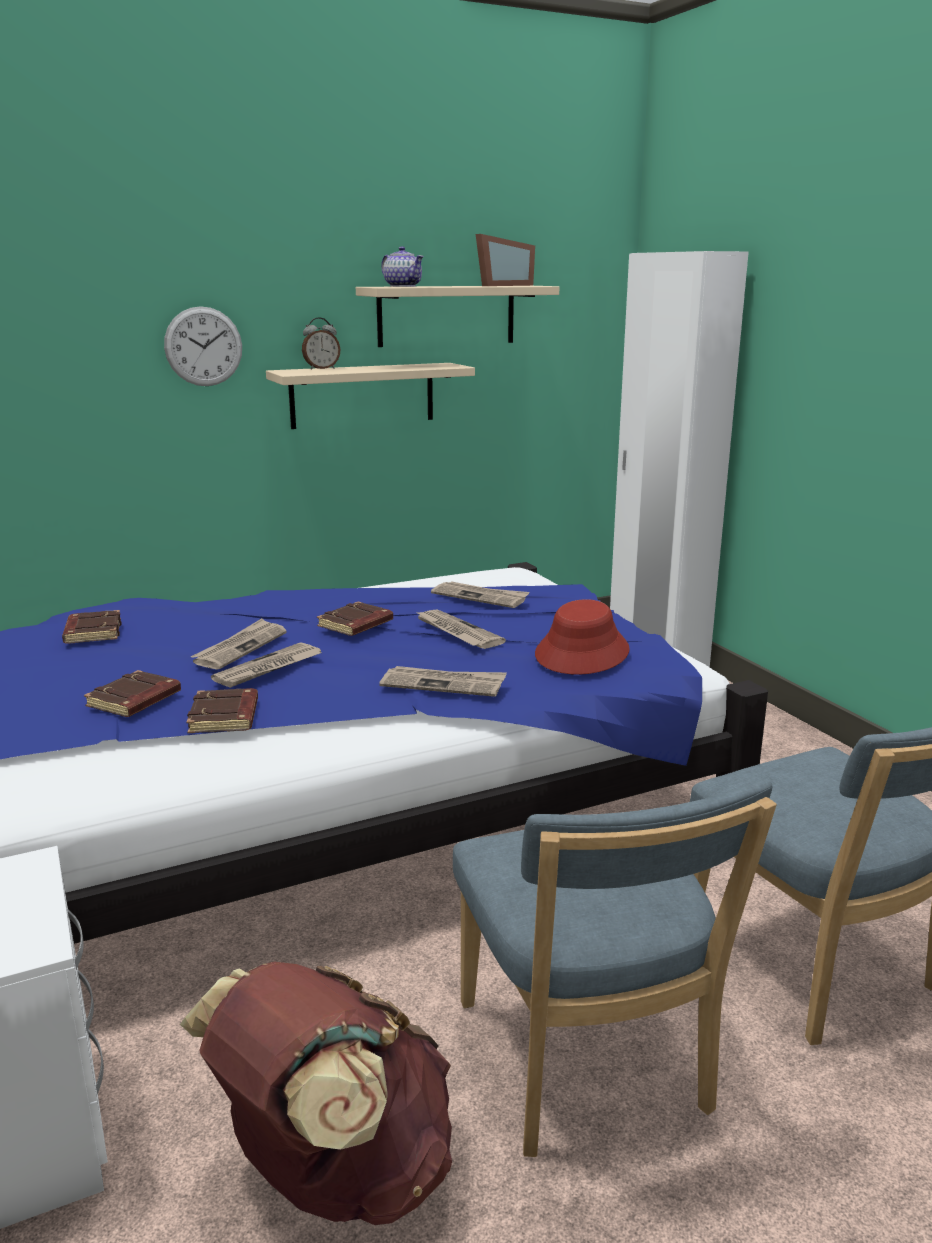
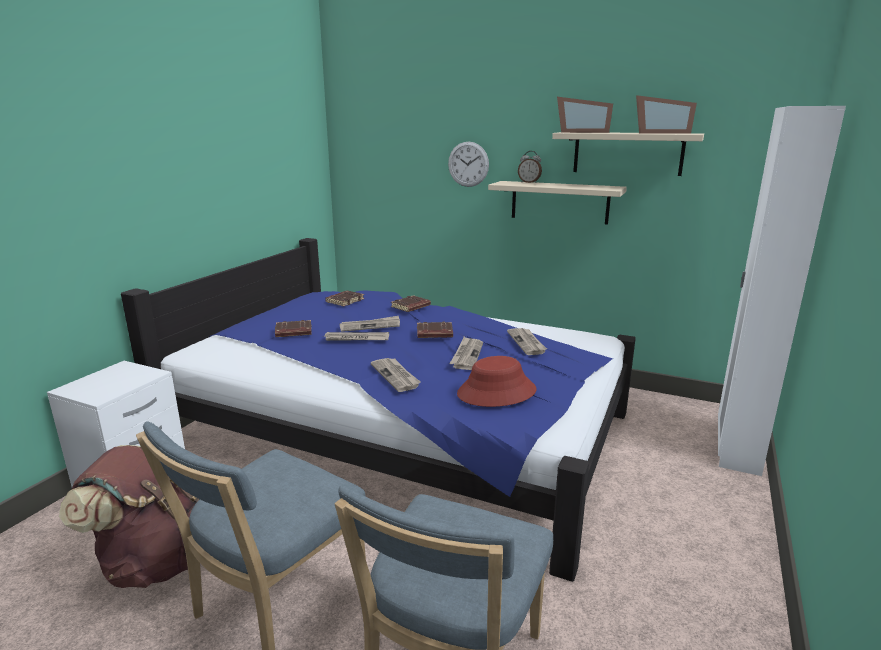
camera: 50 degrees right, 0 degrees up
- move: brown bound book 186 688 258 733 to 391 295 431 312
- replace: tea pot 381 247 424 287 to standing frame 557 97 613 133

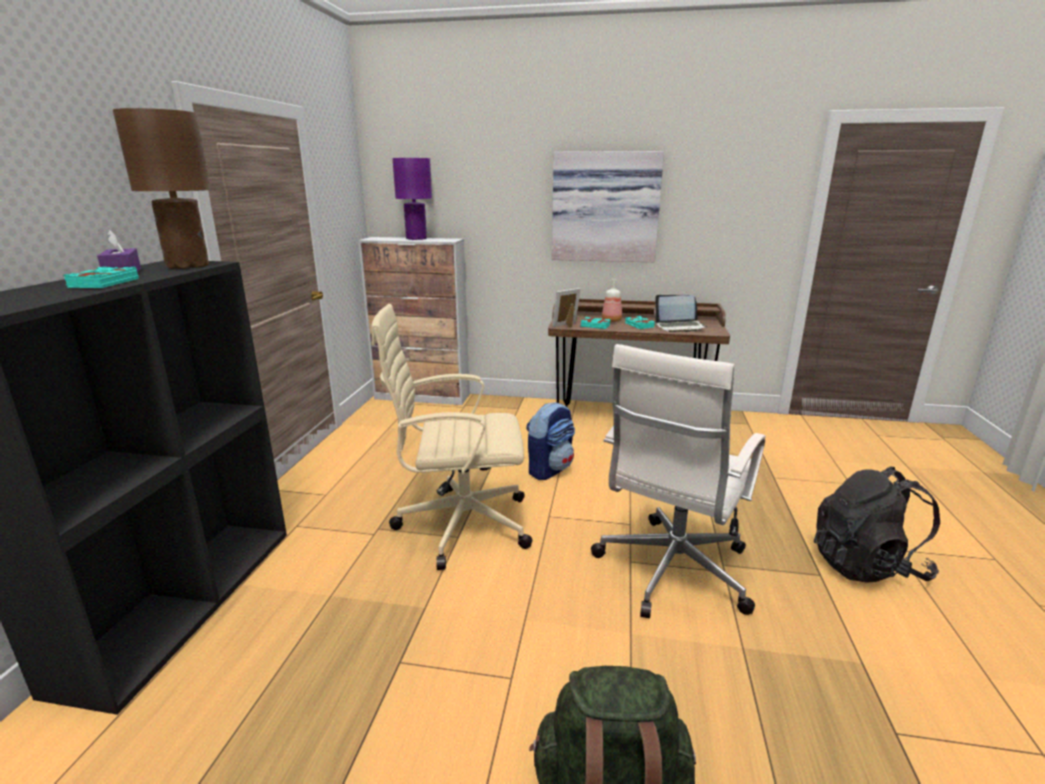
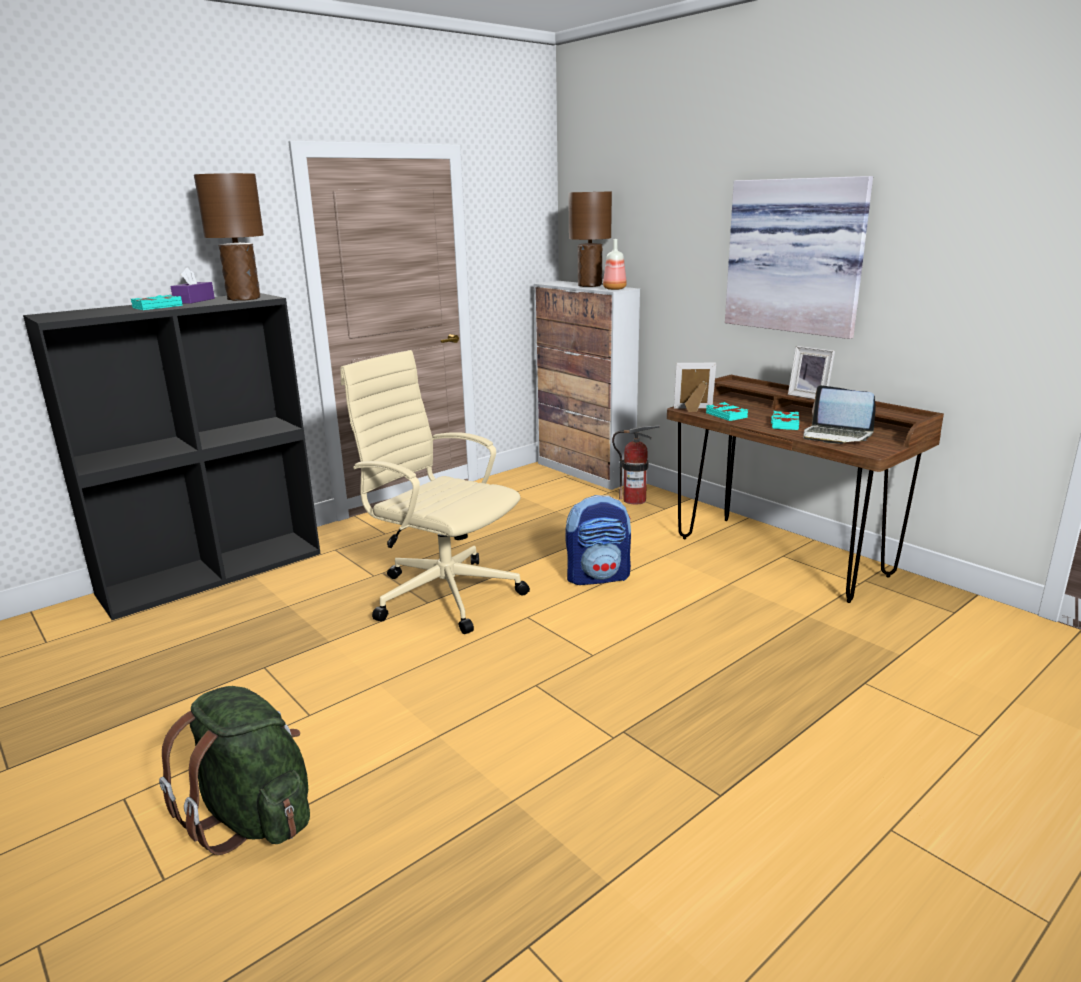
camera: 40 degrees right, 0 degrees up
- recolor: purple-coloured lamp for a table 392 158 432 240 to brown lamp for a table 568 191 612 287
- move: drink bottle 602 279 622 322 to 603 239 627 290
- insert: fire extinguisher 612 425 660 504
- insert: standing frame 788 346 835 399
- delete: white computer chair 591 344 766 618
- delete: blackish backpack 814 467 940 583

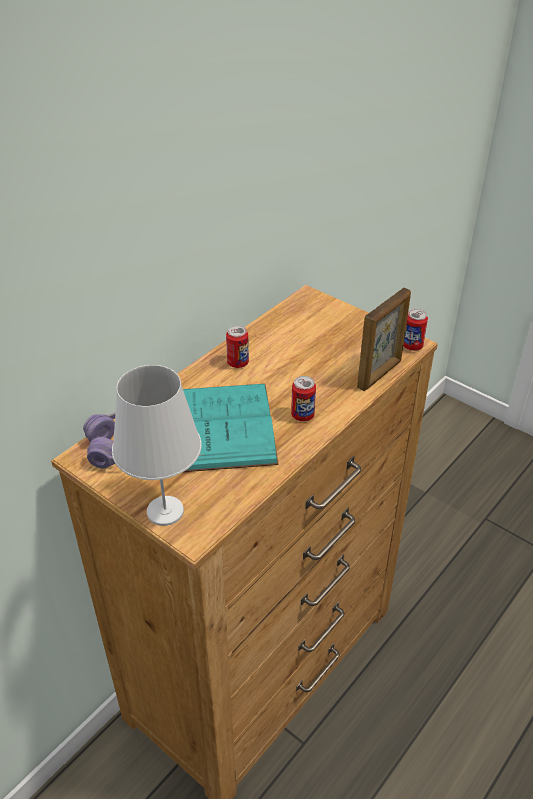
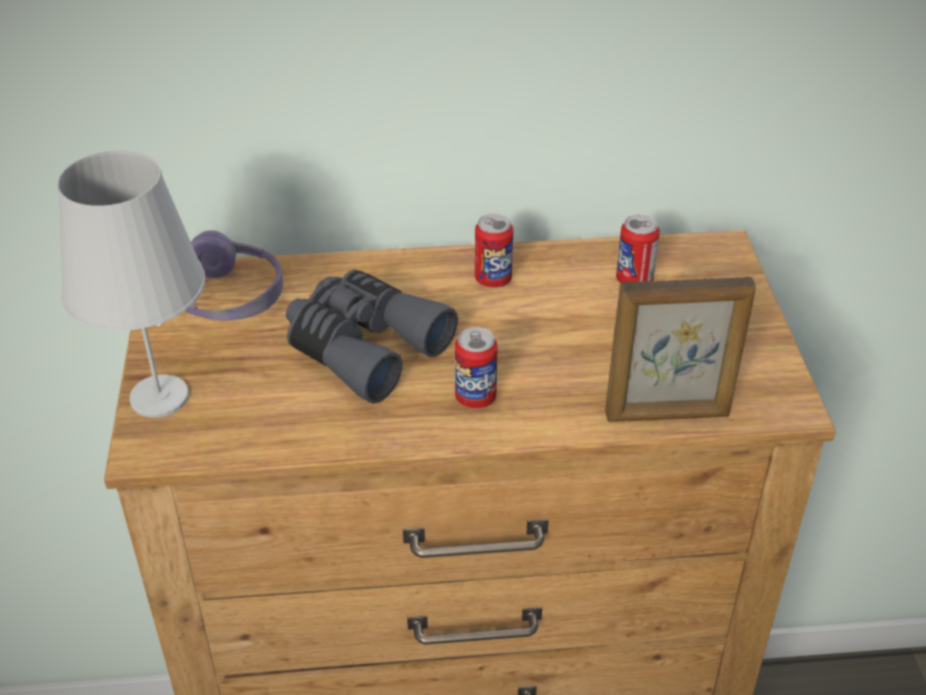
camera: 45 degrees right, 0 degrees up
- replace: turquoise-coloured bound book 183 384 279 472 to greyish pair of binoculars 286 269 458 404
- move: metal can 403 309 428 351 to 616 214 660 283

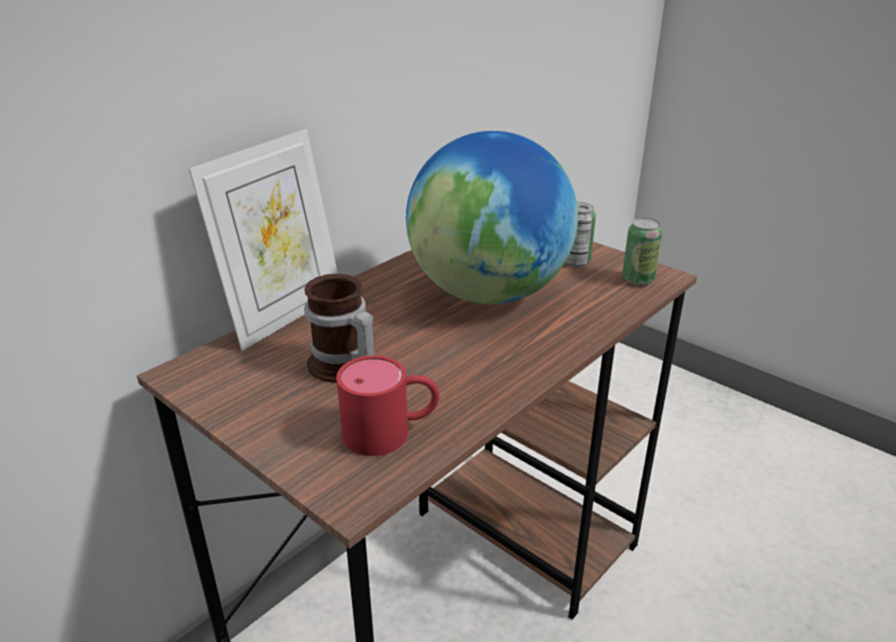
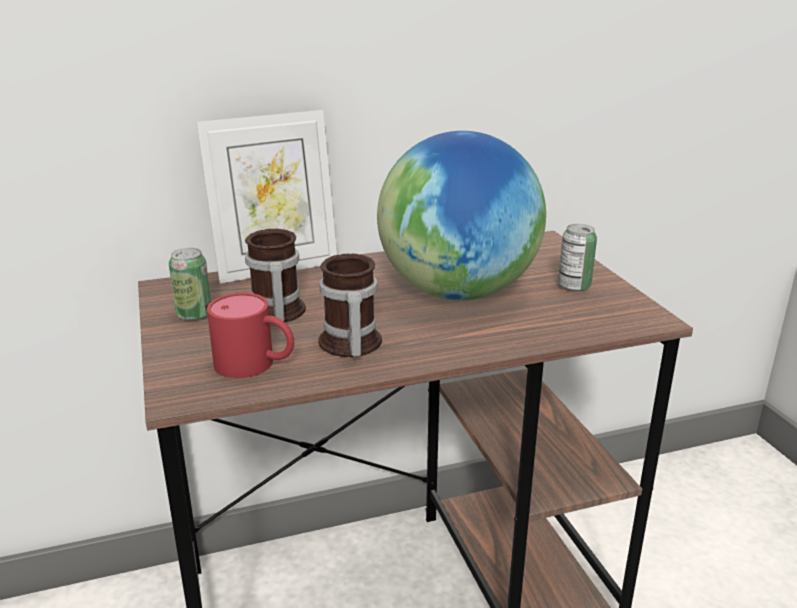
camera: 30 degrees right, 5 degrees down
- move: metal can 622 218 662 285 to 169 248 211 321
- insert: mug 318 254 382 357

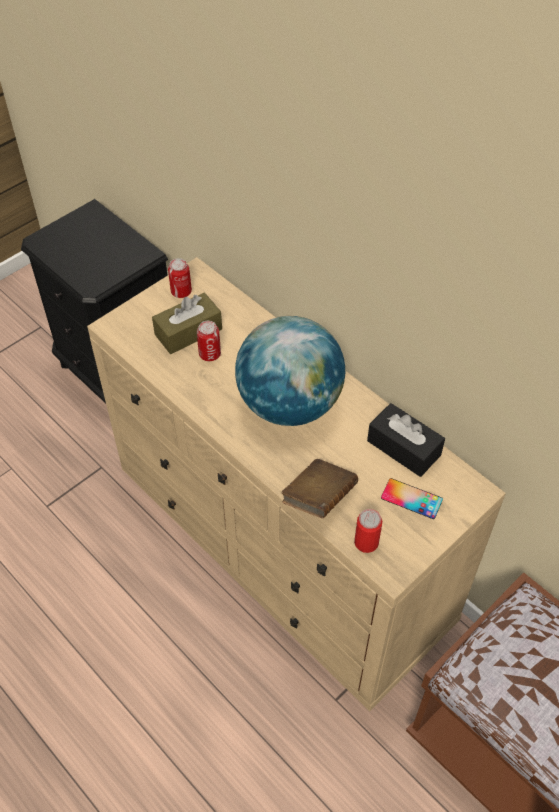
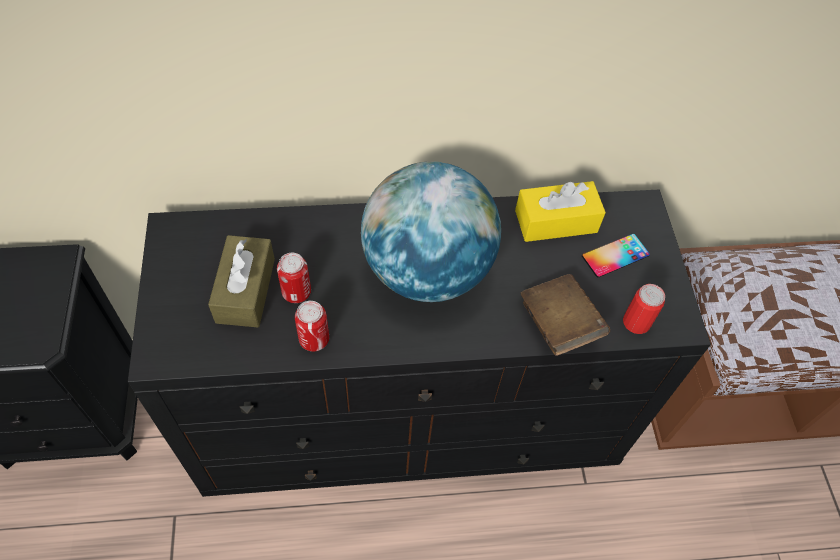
camera: 55 degrees left, 5 degrees up
- recolor: beige-coloured chest of drawers 87 257 506 711 to blackish chest of drawers 128 190 711 497
- move: metal can 168 258 192 298 to 295 301 329 351
- recolor: blackish tissue box 367 403 445 477 to yellow-coloured tissue box 515 181 606 242

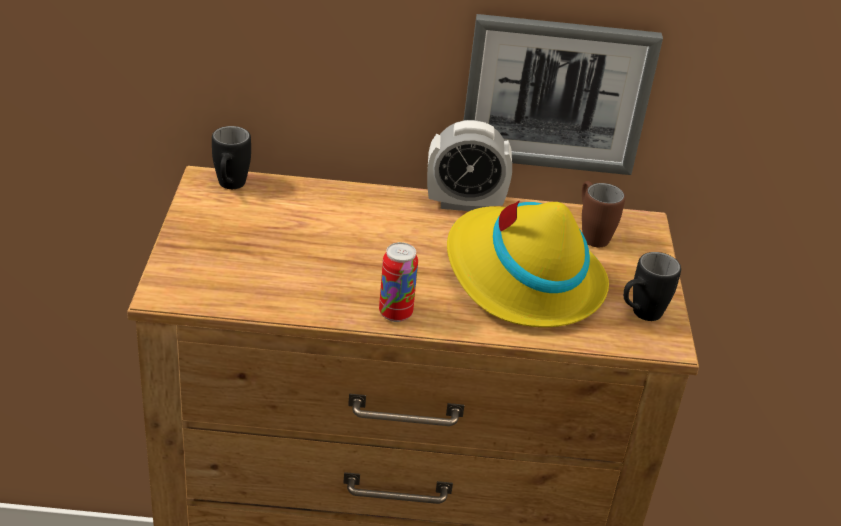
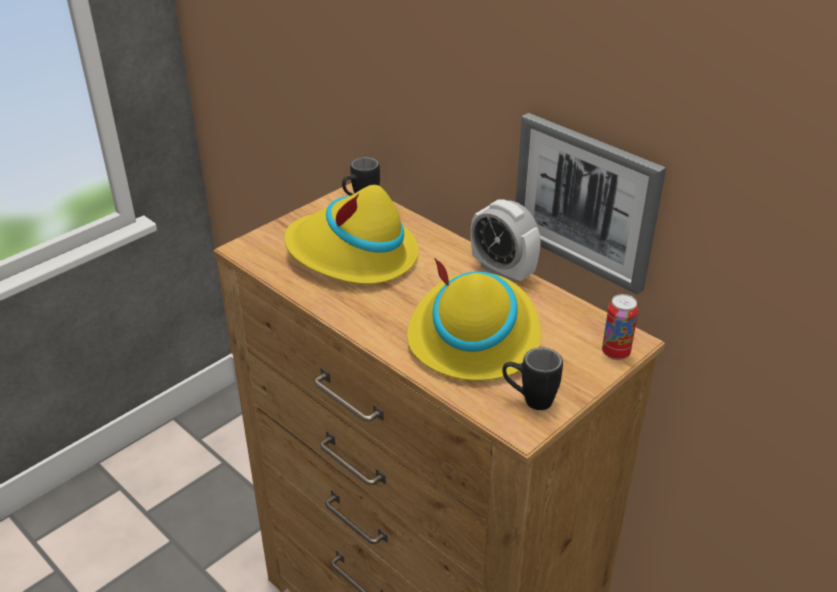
camera: 45 degrees right, 0 degrees up
- insert: yellow-coloured wearable hat 284 185 419 284
- move: metal can 379 242 418 322 to 602 294 638 360
- delete: brown mug 582 181 625 247

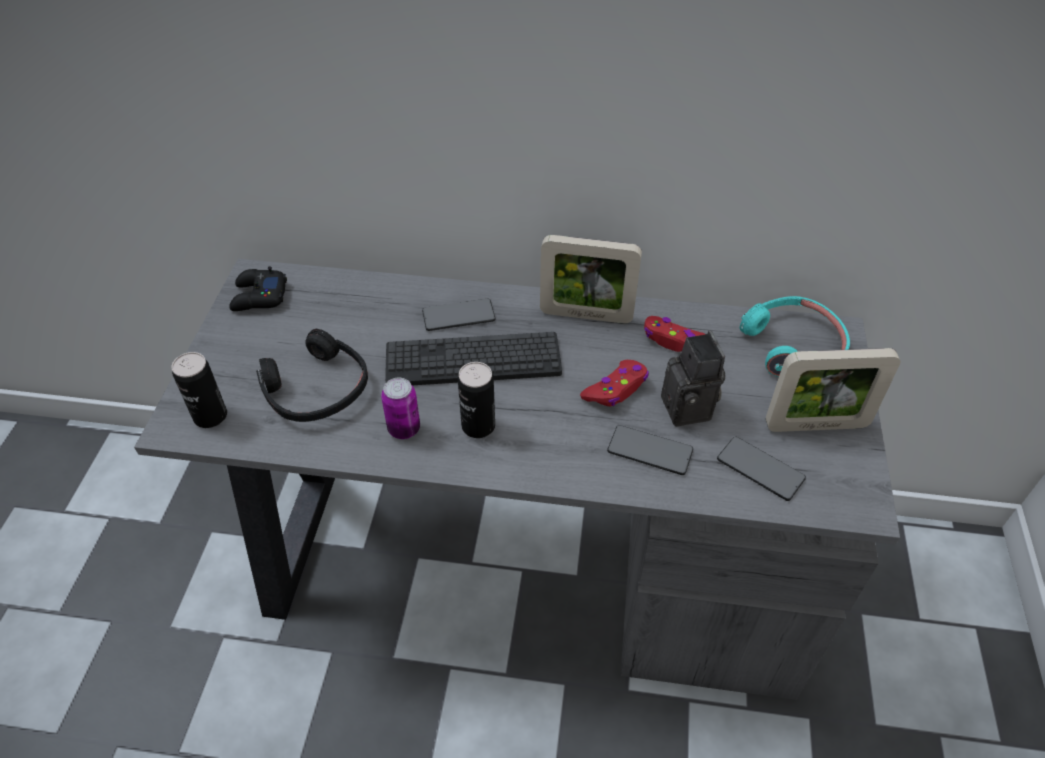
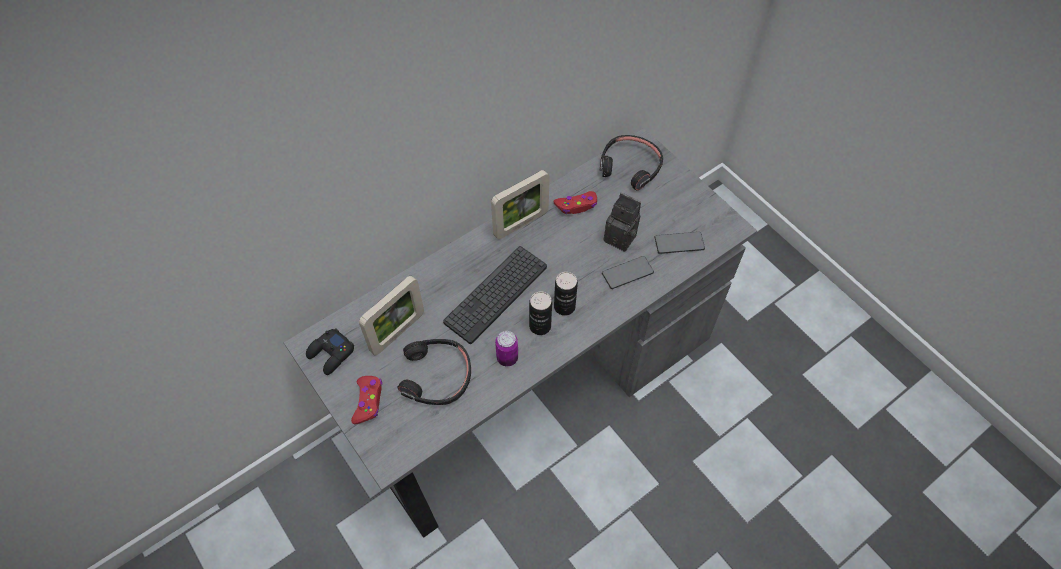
camera: 45 degrees left, 10 degrees up
- move: red joypad 580 360 649 406 to 351 376 382 424
- move: standing frame 766 348 900 432 to 359 276 424 355
- move: metal can 171 352 227 428 to 554 272 578 316
- recolor: turquoise-coloured pair of headphones 740 296 850 377 to blackish pair of headphones 600 135 663 191
- delete: phone 422 299 496 331

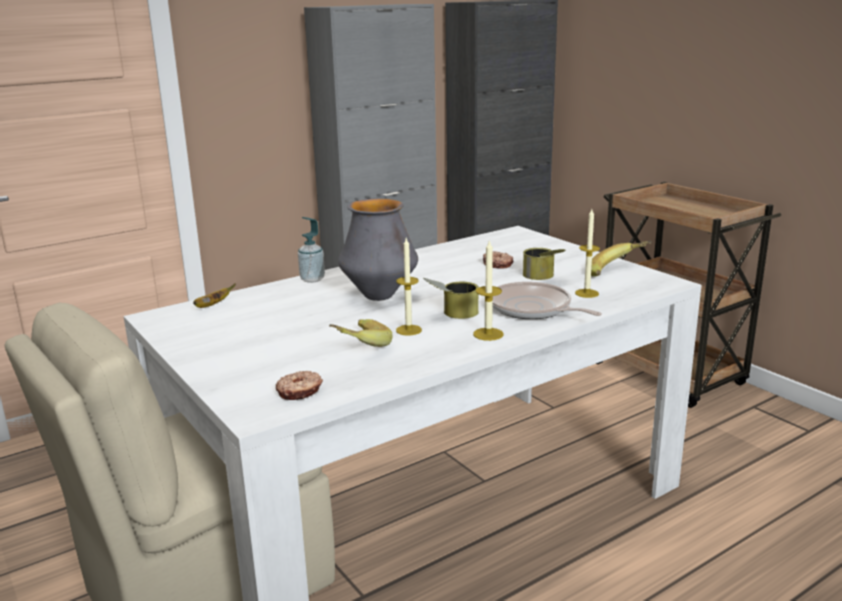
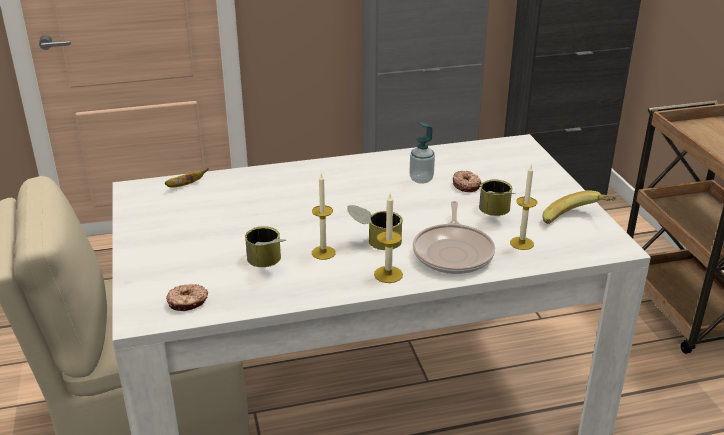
camera: 20 degrees right, 10 degrees up
- replace: banana 329 319 392 347 to metal can 245 226 286 267
- move: liquid soap bottle 298 217 325 283 to 410 122 435 184
- rotate: pan 493 282 602 319 = 413 201 495 274 150 degrees counterclockwise
- delete: flower vase 338 199 418 301

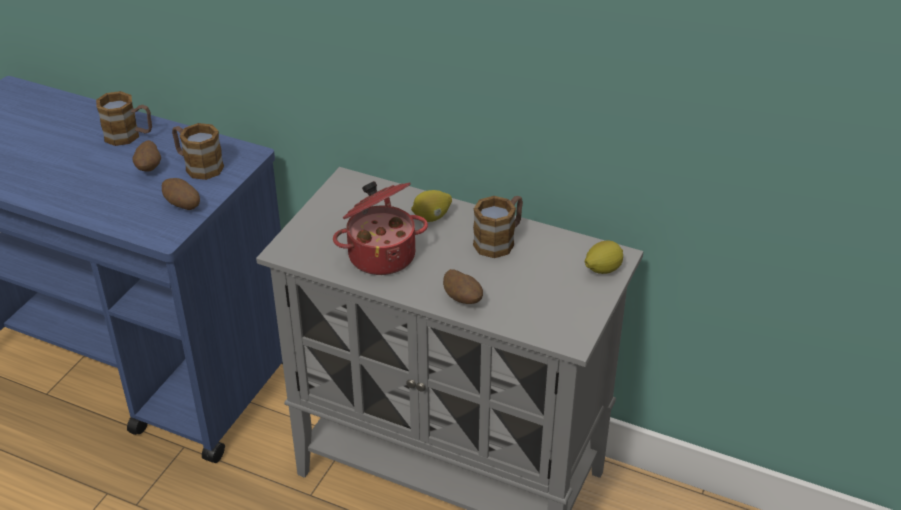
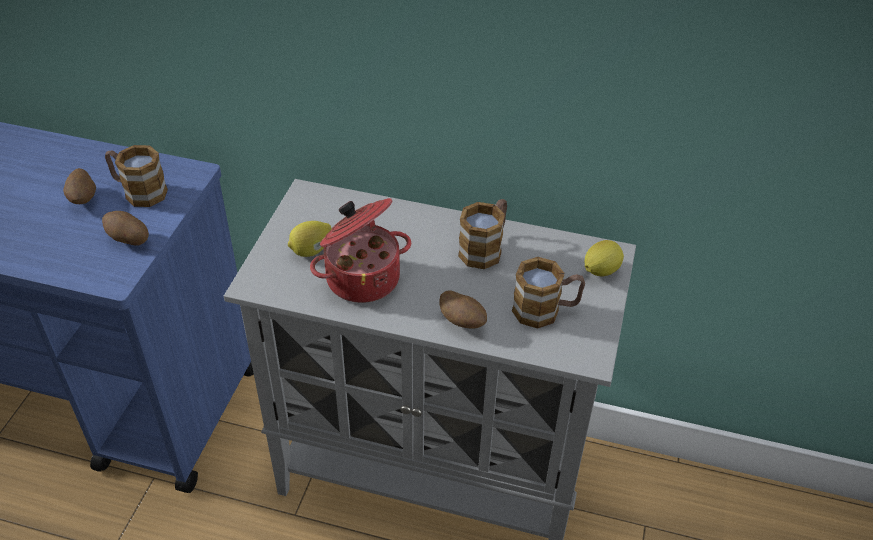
camera: 10 degrees left, 5 degrees up
- move: lemon 411 190 452 222 to 288 221 332 257
- move: mug 96 91 152 146 to 512 257 585 328

